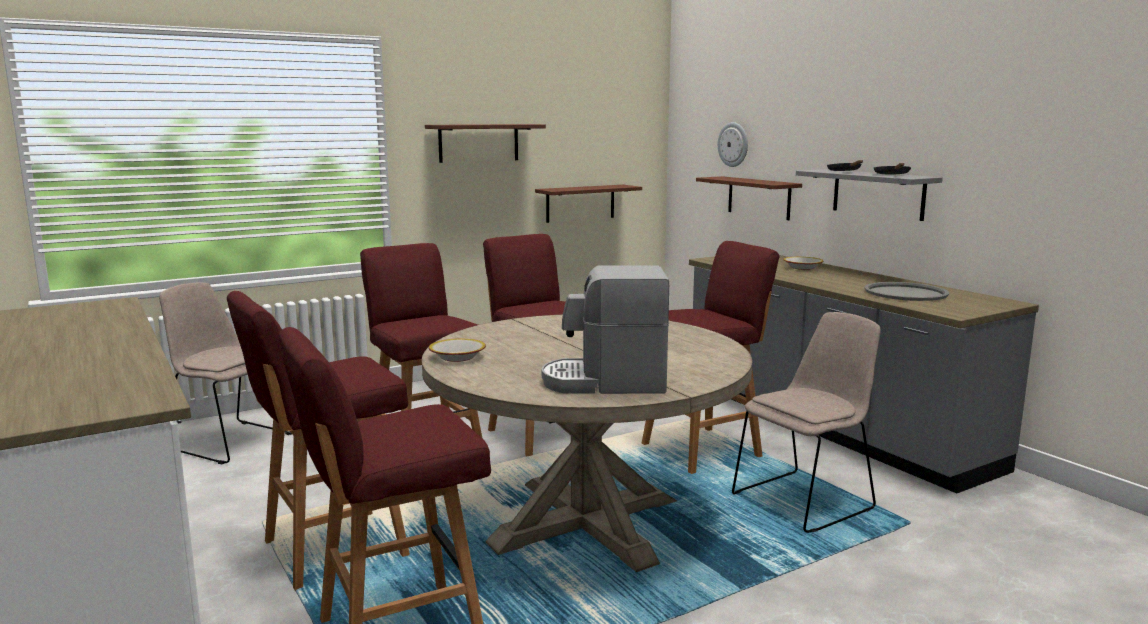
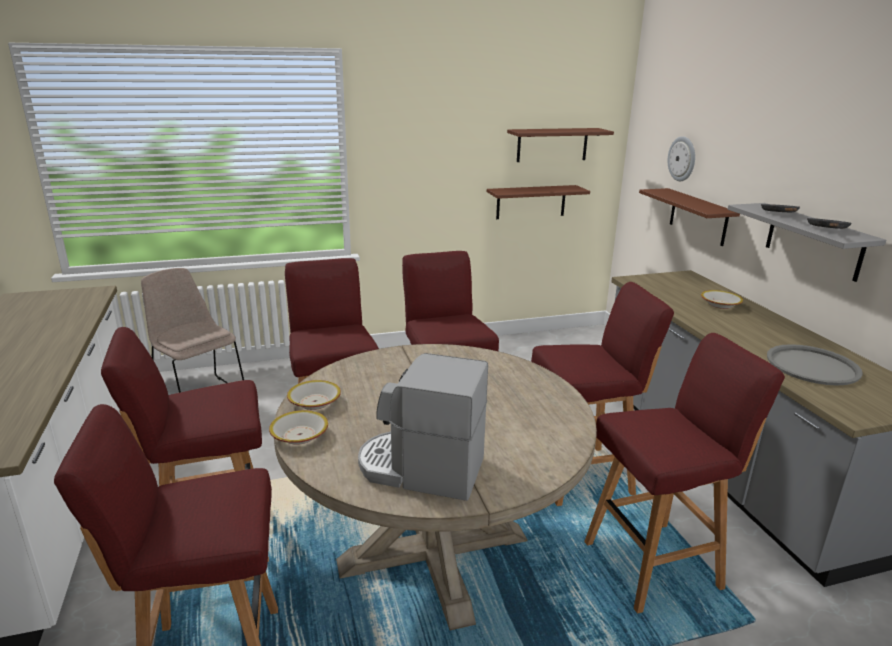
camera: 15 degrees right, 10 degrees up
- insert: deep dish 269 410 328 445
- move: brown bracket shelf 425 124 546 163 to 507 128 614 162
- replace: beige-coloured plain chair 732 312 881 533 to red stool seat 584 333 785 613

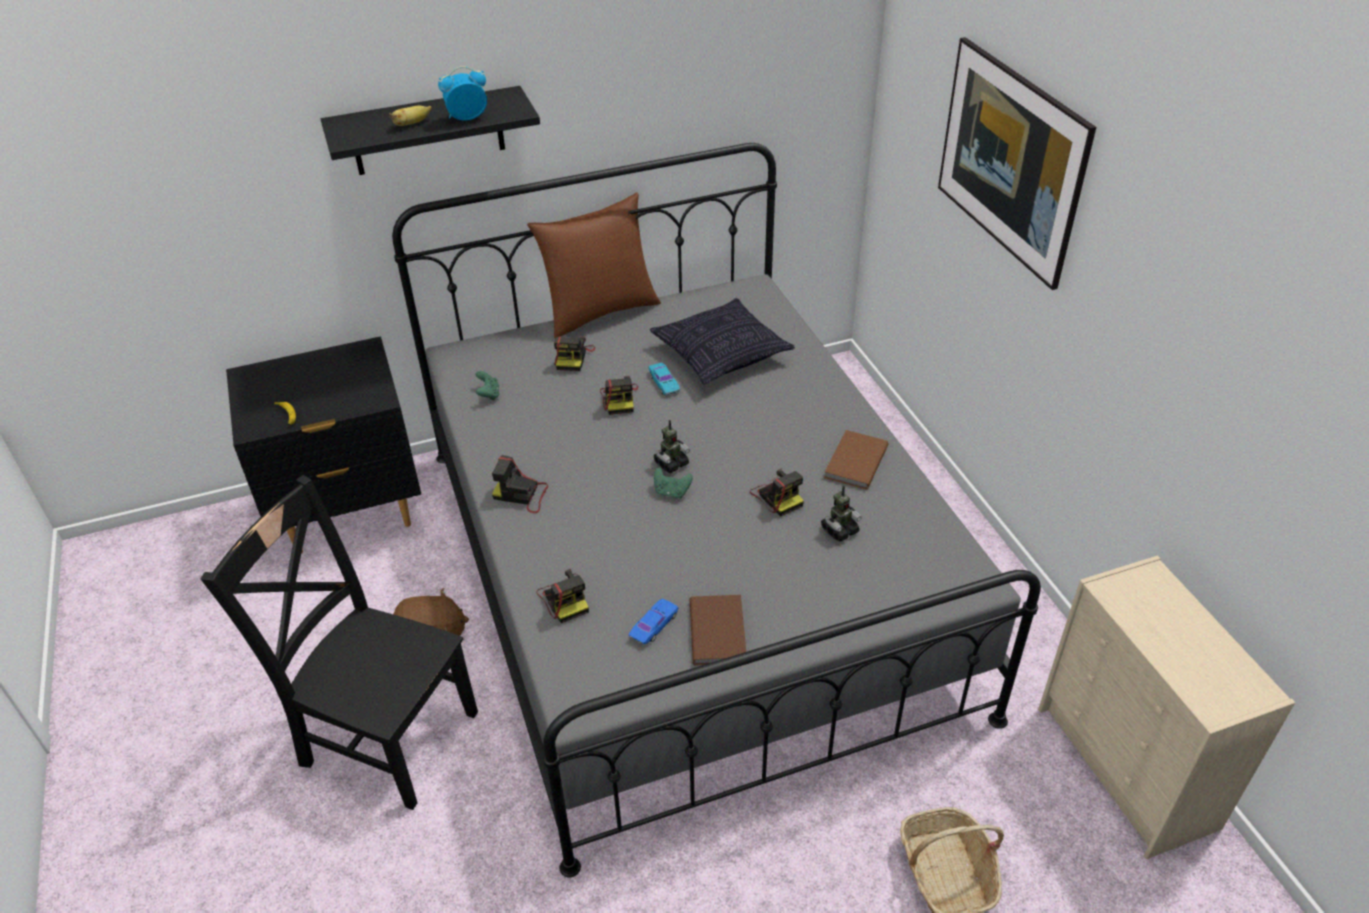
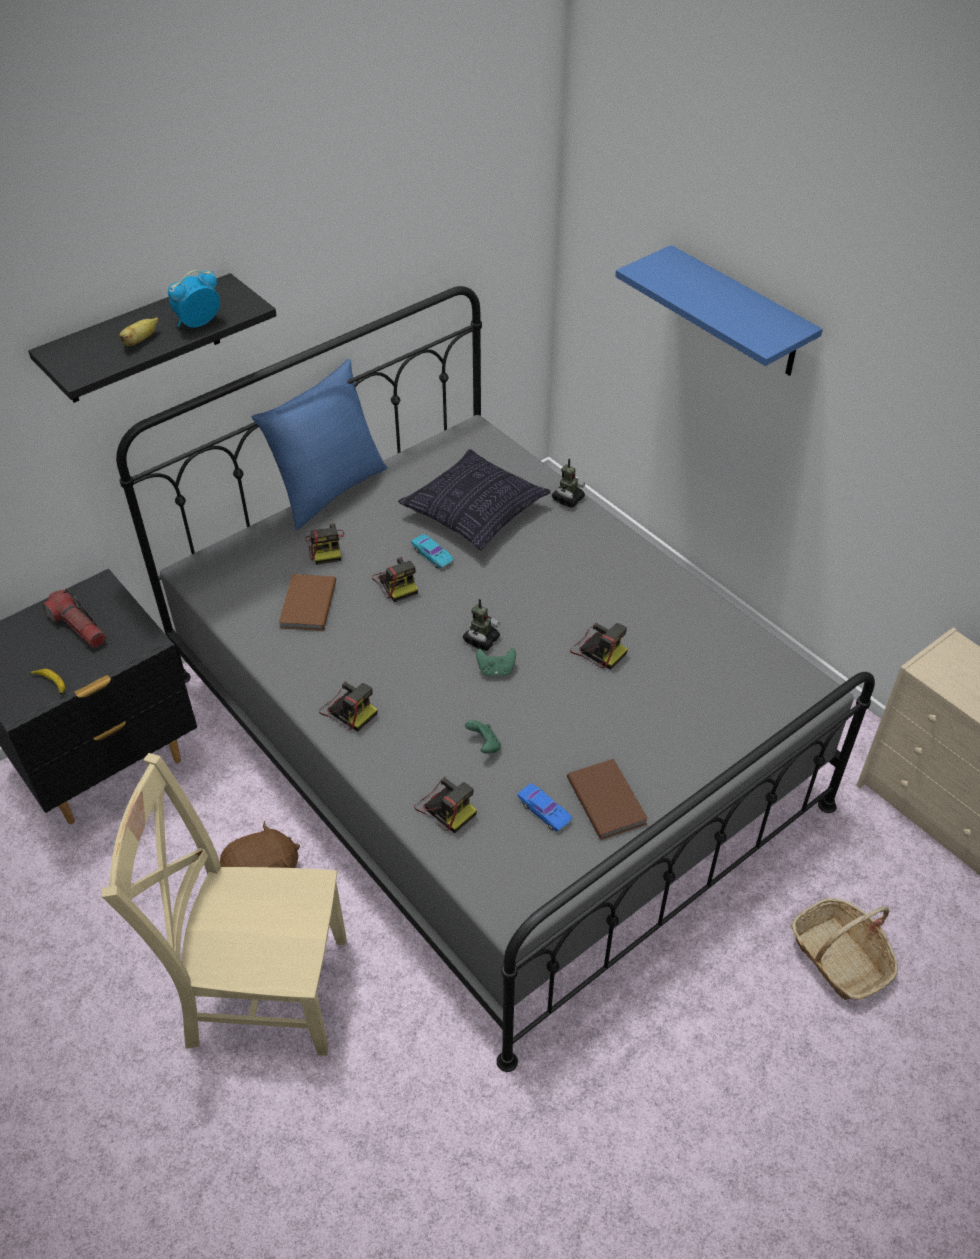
camera: 20 degrees left, 5 degrees up
- insert: hand torch 43 588 106 648
- recolor: blackish plain chair 201 475 478 810 to beige-coloured plain chair 101 753 347 1056
- recolor: brown cushion 527 192 661 339 to bluish cushion 252 359 387 530
- move: brown bound book 824 430 889 490 to 279 574 336 631
- rotate: still camera 492 455 548 513 = 319 681 377 731 135 degrees counterclockwise
- move: green joypad 475 371 499 401 to 465 720 501 753
- rotate: bluish miniature car 629 599 678 645 = 518 784 572 831 120 degrees clockwise
- move: toy robot 821 486 862 541 to 552 459 585 508
- replace: wall picture 938 37 1096 290 to bluish bracket shelf 615 245 823 376

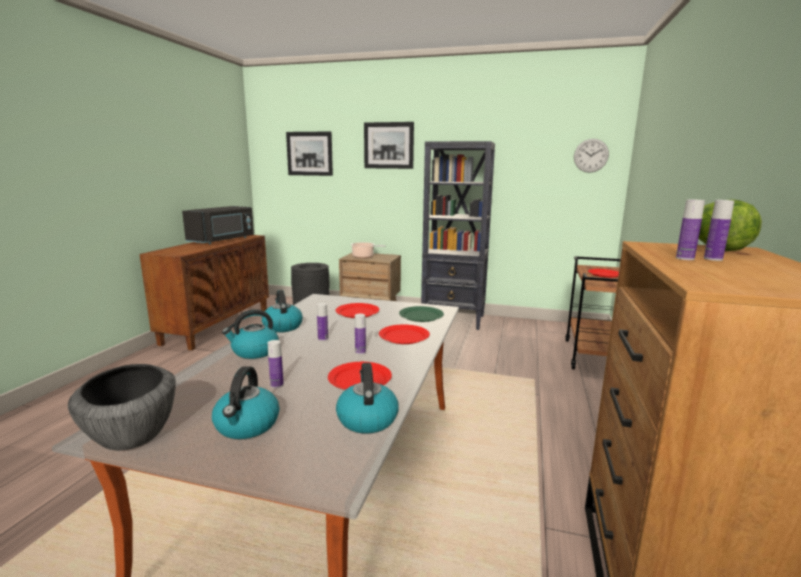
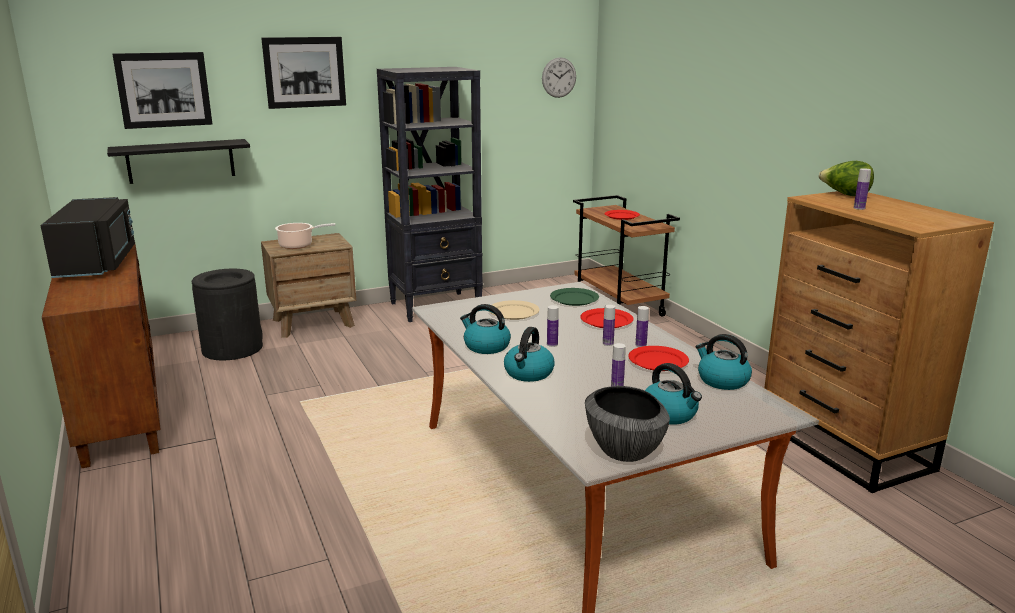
camera: 40 degrees left, 5 degrees up
- insert: blackish bracket shelf 107 139 250 184
- recolor: red flat dish 335 303 379 318 to beige-coloured flat dish 490 300 540 320
- move: drink bottle 704 200 734 261 to 635 306 649 347

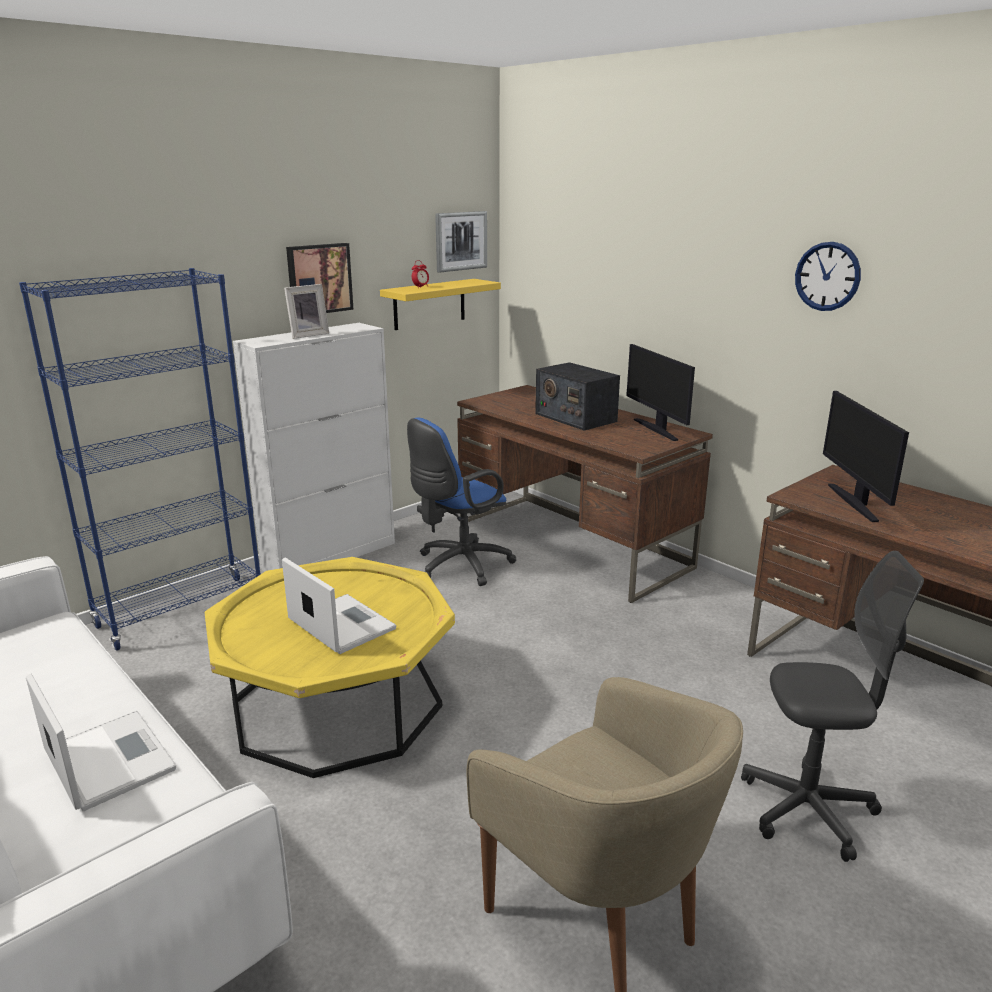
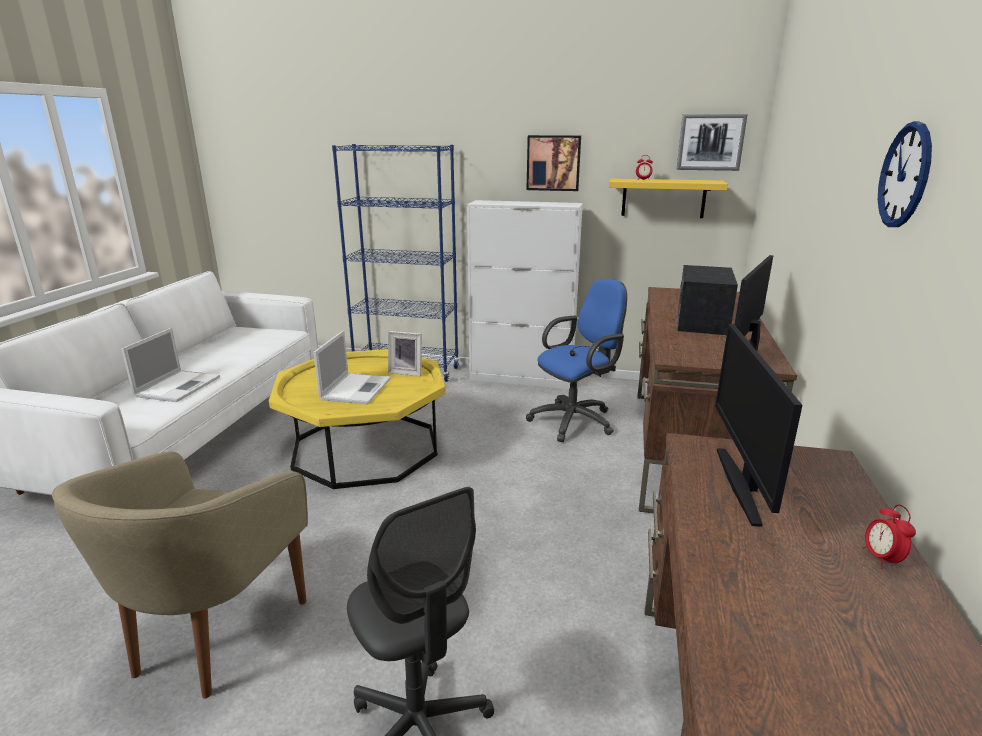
camera: 55 degrees right, 0 degrees up
- move: standing frame 284 284 329 339 to 388 331 422 376
- rotate: bluish computer chair 407 417 517 586 = 526 279 627 442 135 degrees clockwise
- rotate: computer display 823 391 909 522 = 715 324 802 527 45 degrees counterclockwise
- insert: table clock 863 505 916 569

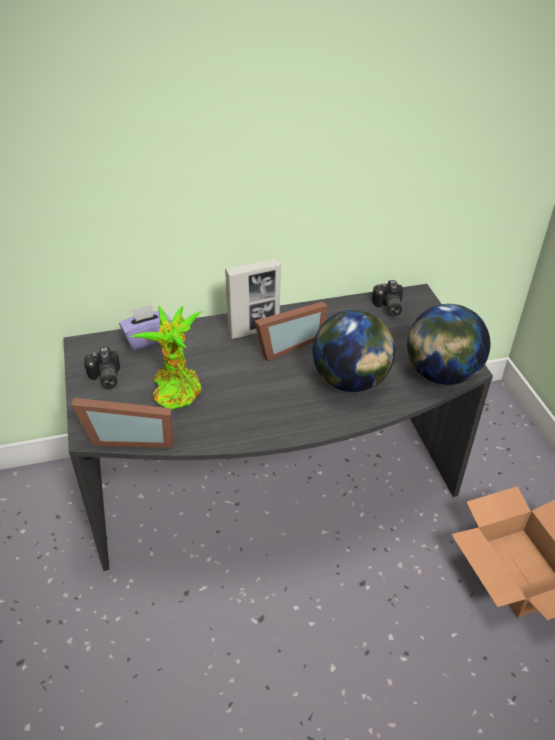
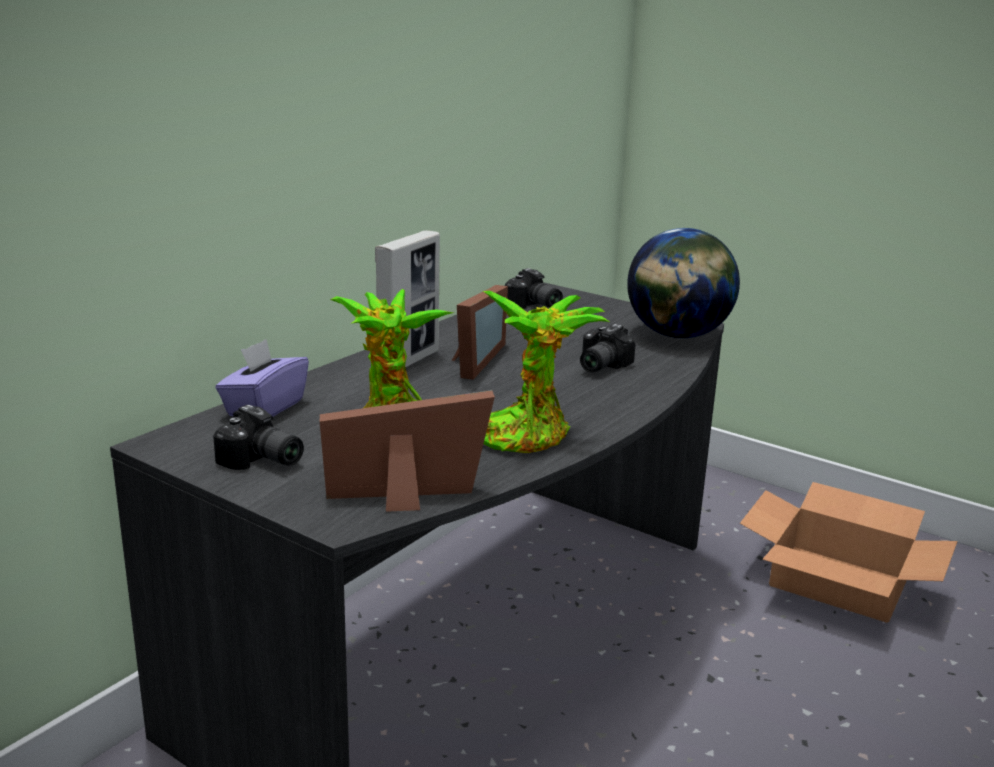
camera: 40 degrees left, 20 degrees down
- rotate: standing frame 71 398 174 448 = 320 390 495 512 150 degrees counterclockwise
- insert: plant in a pot 483 291 609 453
- replace: world globe 313 310 395 392 to still camera 580 324 636 372

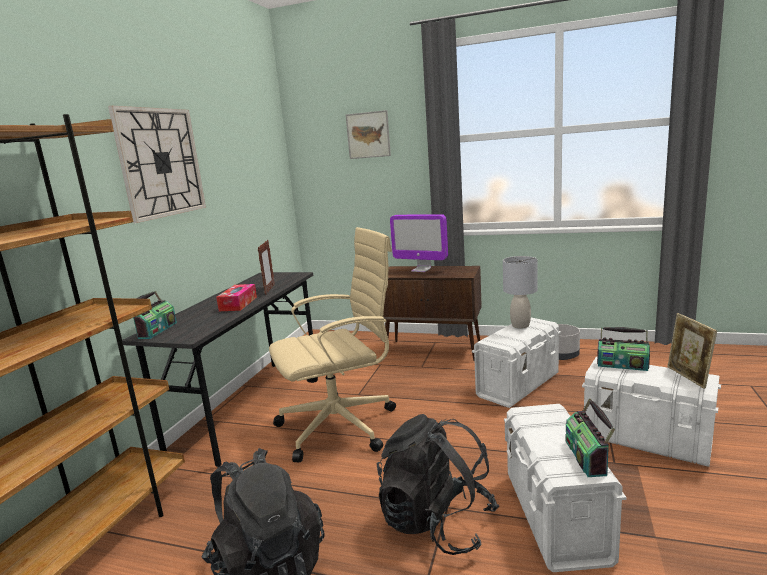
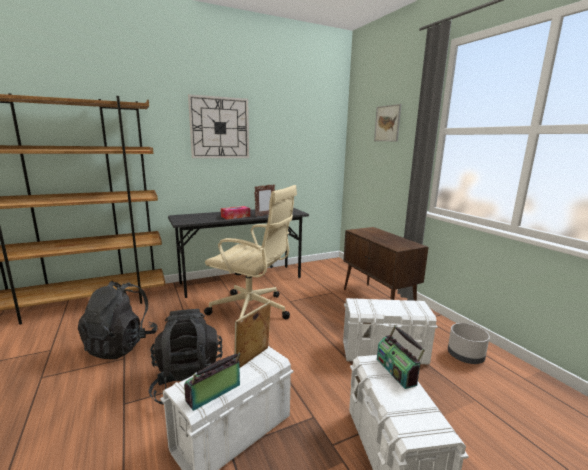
camera: 45 degrees right, 0 degrees up
- move: standing frame 668 313 717 389 to 234 302 271 368
- delete: radio receiver 133 291 177 339
- delete: computer display 390 214 448 272
- delete: greyish lamp for a table 503 256 538 329

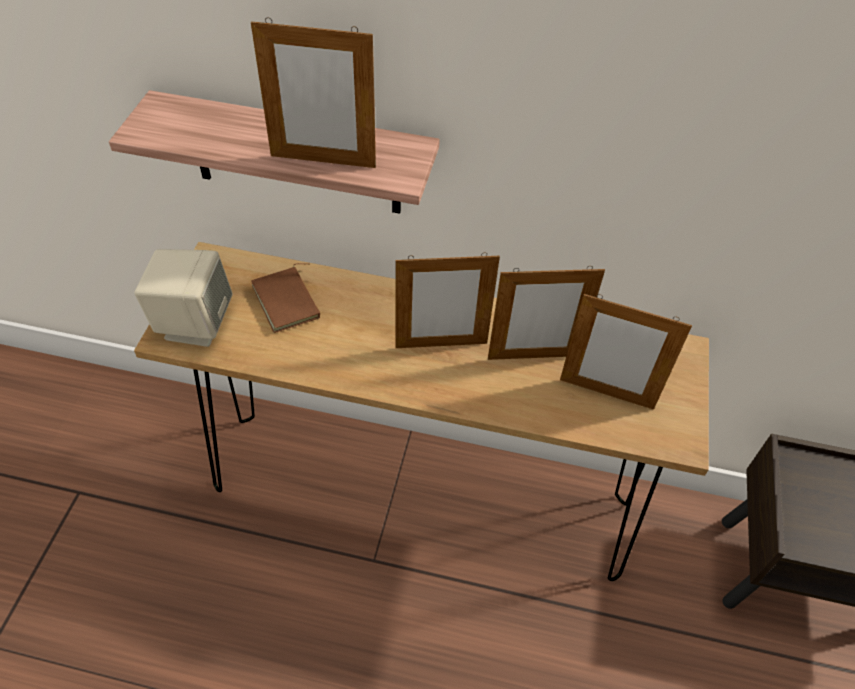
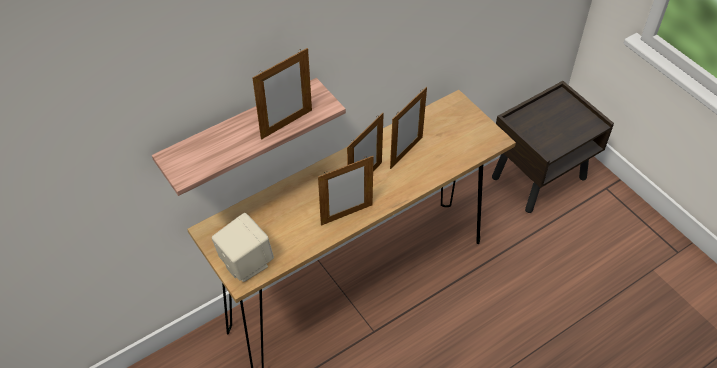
camera: 45 degrees left, 0 degrees up
- move: standing frame 560 294 692 410 to 318 156 374 226
- delete: brown bound book 251 263 320 333

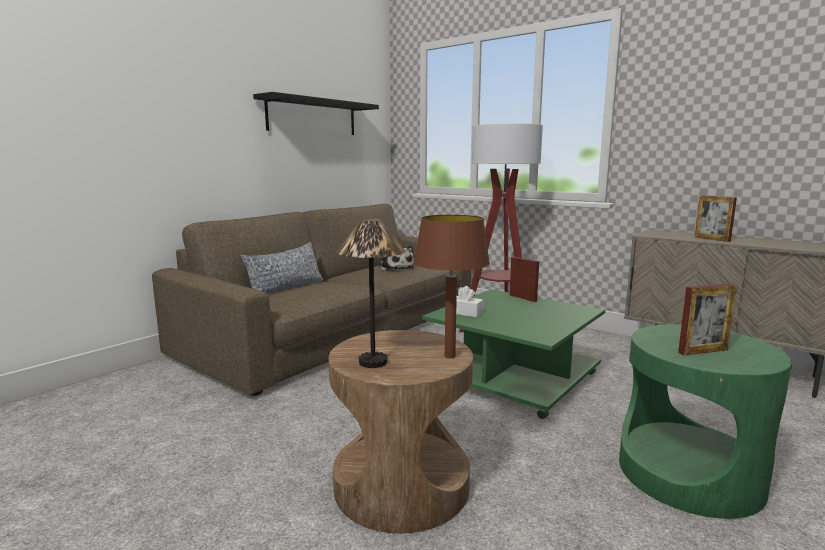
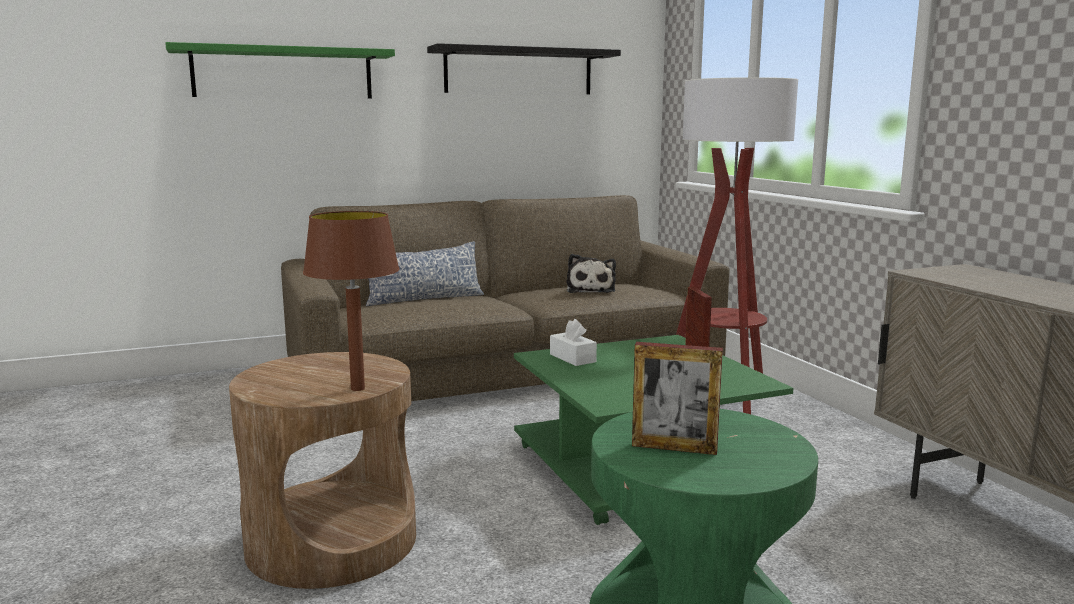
camera: 30 degrees right, 0 degrees up
- insert: green bracket shelf 165 42 395 99
- delete: lamp for a table 337 219 406 368
- delete: standing frame 695 195 737 242

